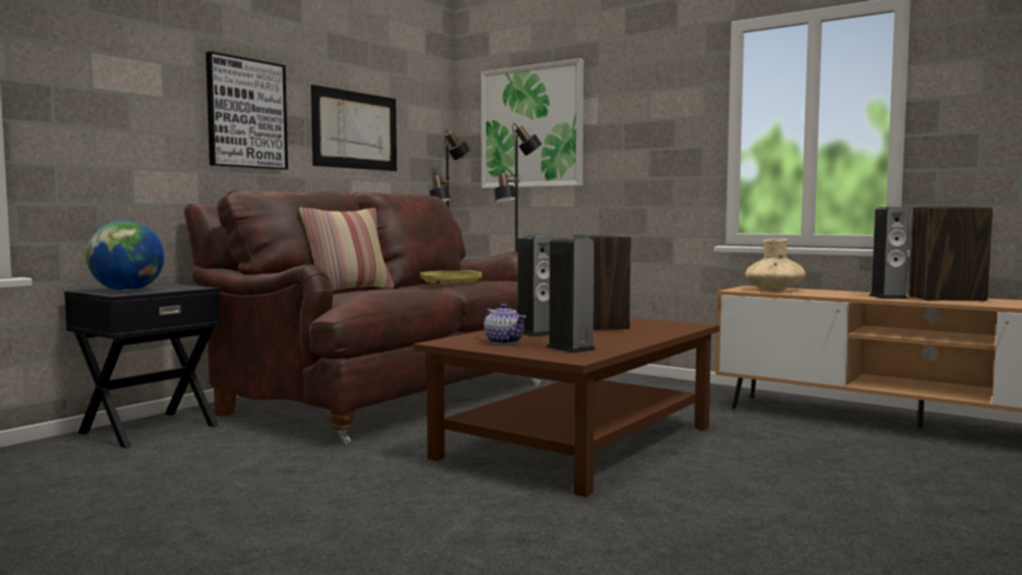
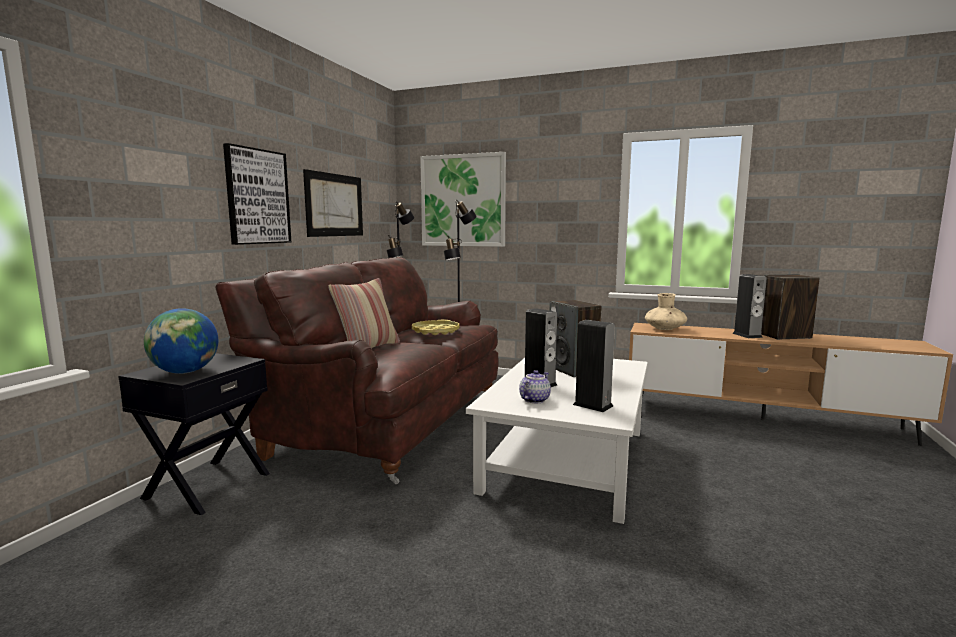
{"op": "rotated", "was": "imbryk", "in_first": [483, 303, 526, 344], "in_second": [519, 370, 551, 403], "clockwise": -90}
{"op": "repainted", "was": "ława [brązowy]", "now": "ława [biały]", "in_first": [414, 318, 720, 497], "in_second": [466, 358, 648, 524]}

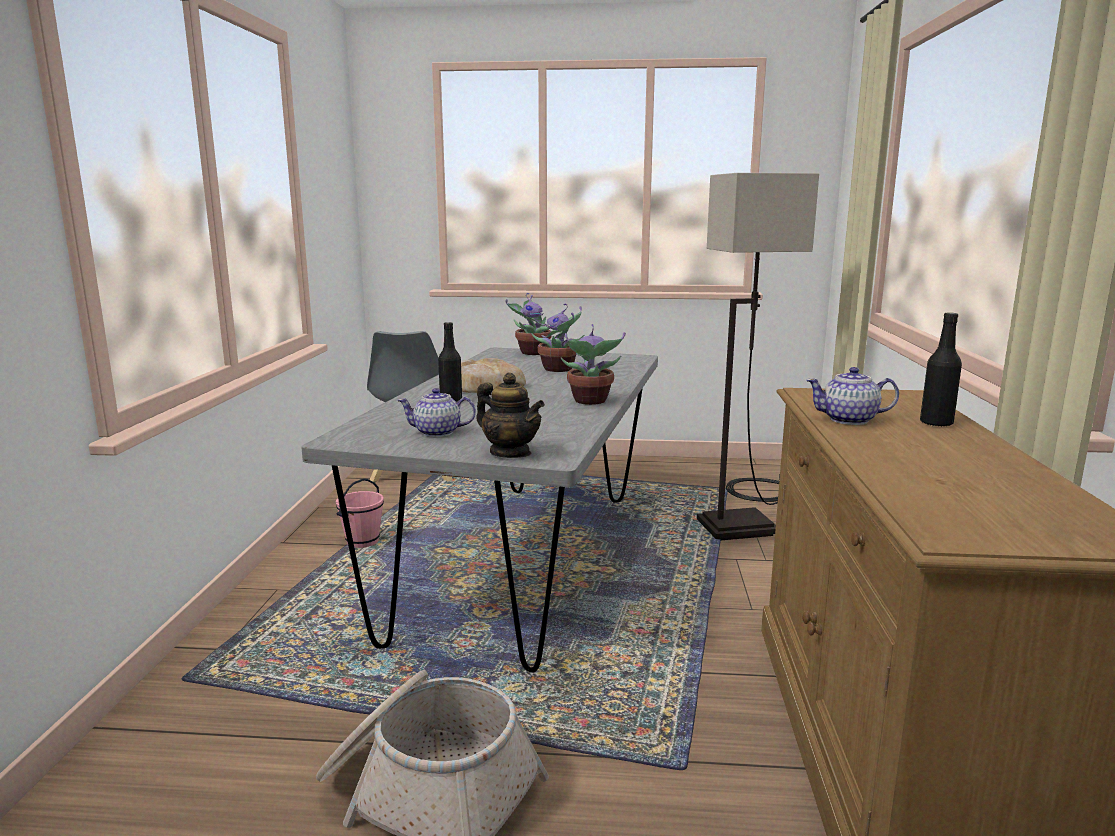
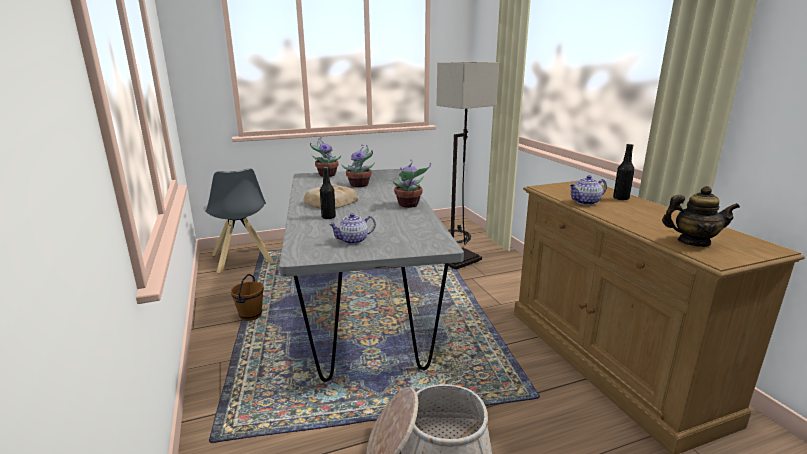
{"op": "shifted", "was": "imbryk", "in_first": [476, 373, 545, 458], "in_second": [662, 186, 740, 247]}
{"op": "repainted", "was": "wiadro [różowy]", "now": "wiadro [brązowy]", "in_first": [336, 478, 384, 548], "in_second": [231, 274, 264, 321]}

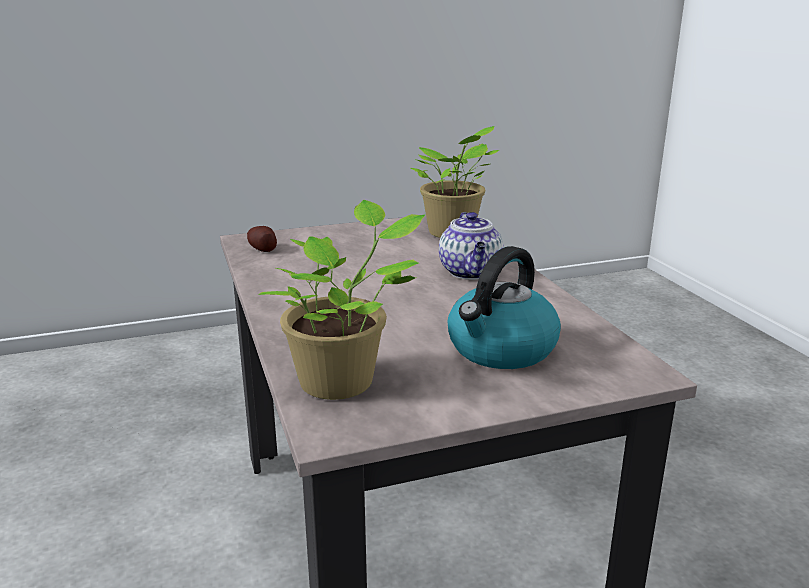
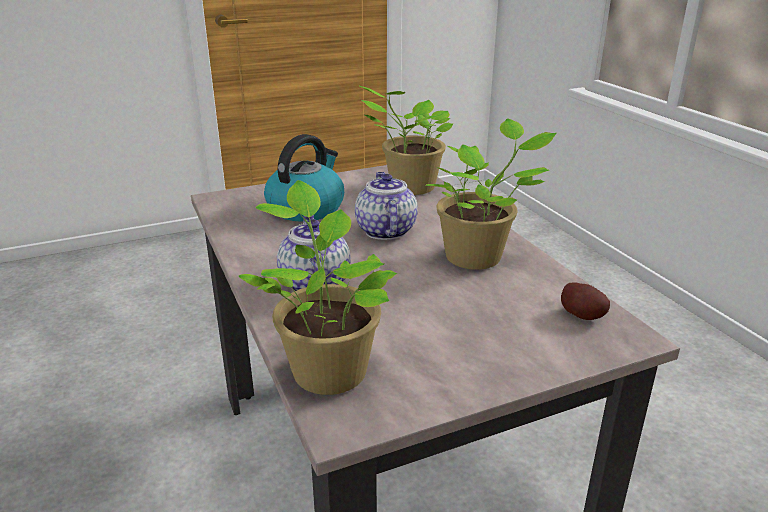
{"op": "new", "now": "roślina doniczkowa", "in_second": [425, 119, 557, 270]}
{"op": "new", "now": "imbryk", "in_second": [355, 172, 418, 240]}

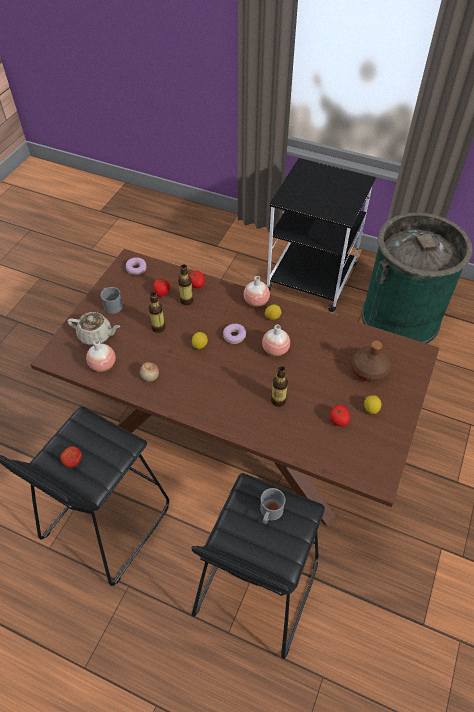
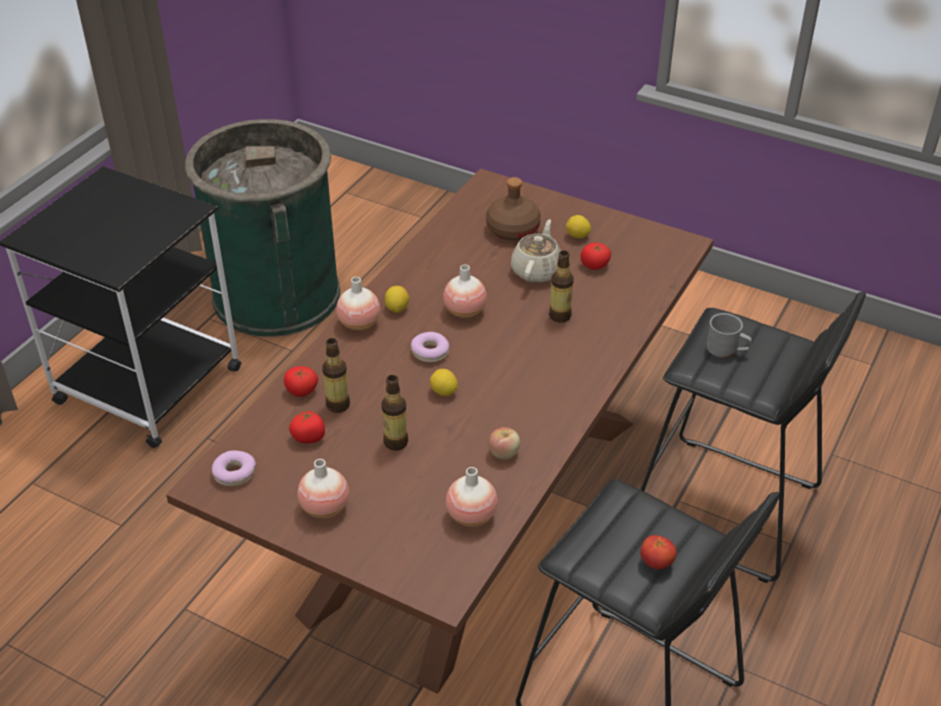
{"op": "swapped", "was": "kubek [szary]", "now": "wazon", "in_first": [101, 287, 123, 314], "in_second": [297, 459, 349, 518]}
{"op": "shifted", "was": "imbryk [beżowy]", "in_first": [67, 312, 120, 345], "in_second": [511, 219, 561, 283]}

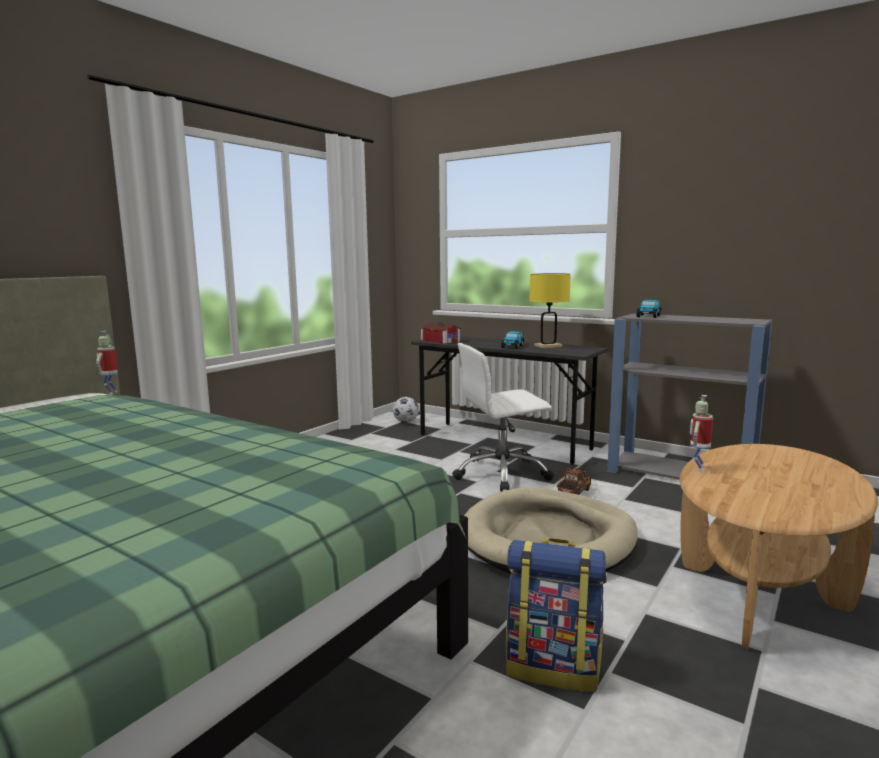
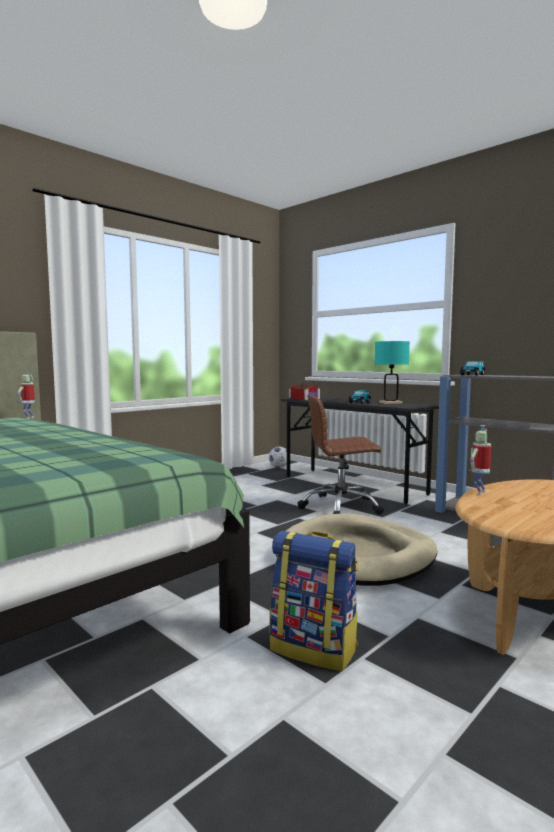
{"op": "repainted", "was": "lampa stołowa [żółty]", "now": "lampa stołowa [turkusowy]", "in_first": [529, 273, 571, 348], "in_second": [375, 341, 410, 404]}
{"op": "repainted", "was": "krzesło biurowe [biały]", "now": "krzesło biurowe [brązowy]", "in_first": [452, 343, 554, 492], "in_second": [297, 395, 384, 514]}
{"op": "gone", "was": "ciężarówka zabawkowa", "in_first": [557, 463, 591, 495]}

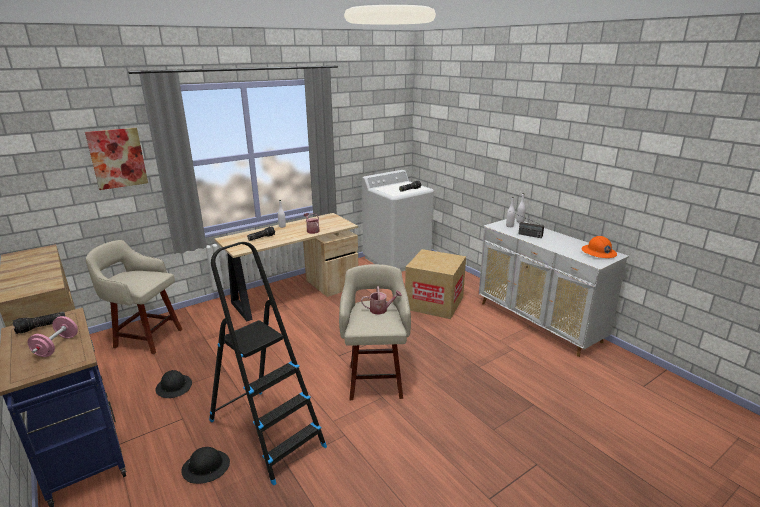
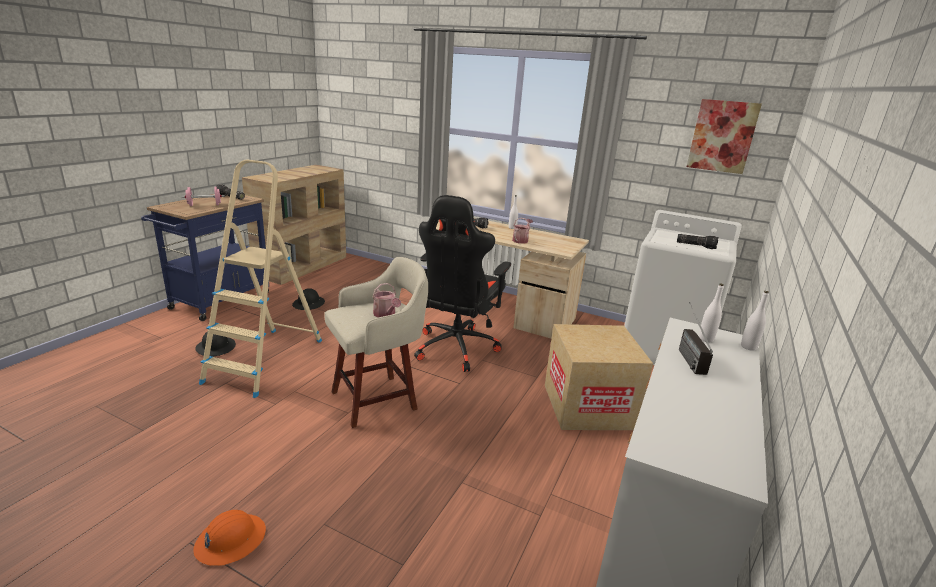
{"op": "shifted", "was": "obraz", "in_first": [85, 128, 148, 190], "in_second": [686, 99, 762, 174]}
{"op": "shifted", "was": "kask [pomarańczowy]", "in_first": [582, 236, 617, 258], "in_second": [193, 510, 266, 566]}
{"op": "gone", "was": "stołek [beżowy]", "in_first": [86, 240, 183, 354]}
{"op": "repainted", "was": "drabinka [czarny]", "now": "drabinka [beżowy]", "in_first": [209, 242, 327, 485], "in_second": [199, 159, 322, 398]}
{"op": "new", "now": "krzesło biurowe [czarny]", "in_second": [414, 195, 511, 372]}

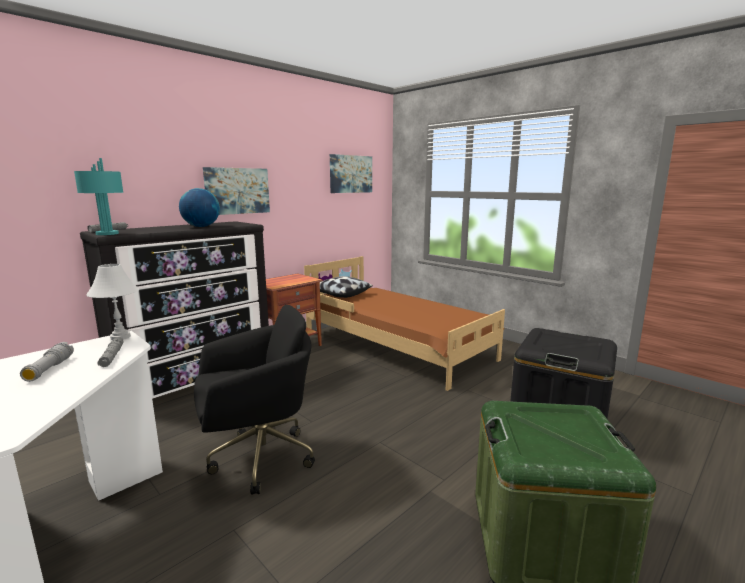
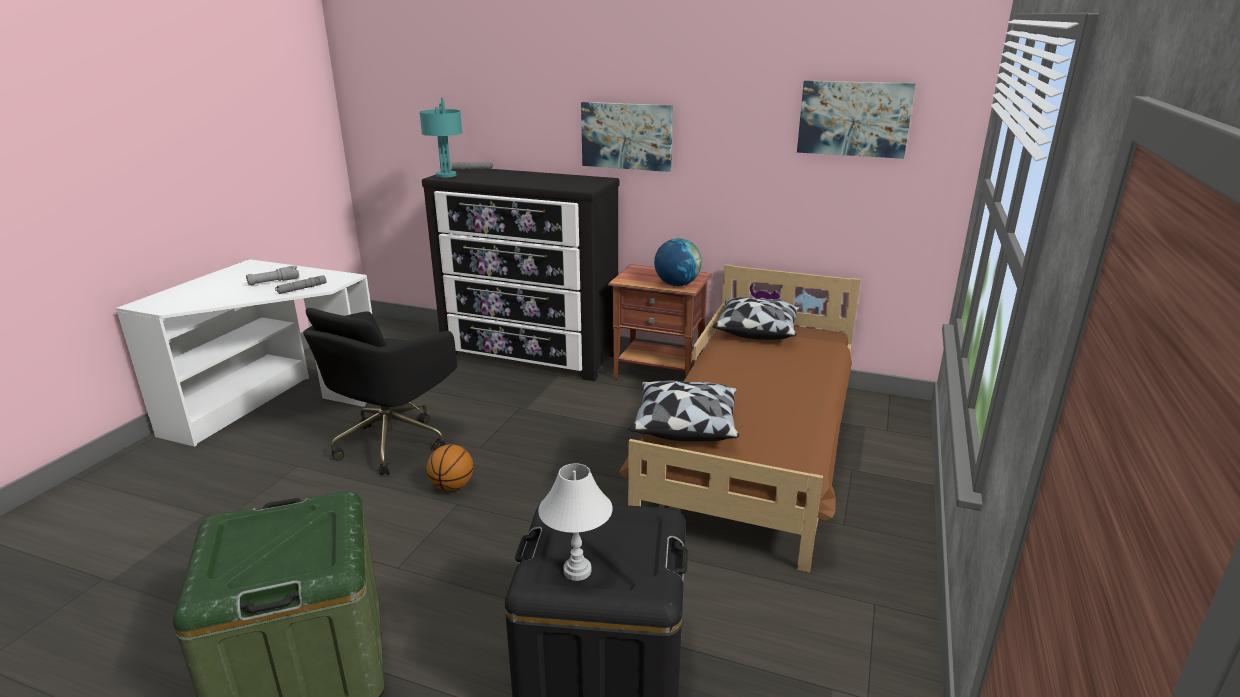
{"op": "shifted", "was": "globus", "in_first": [179, 188, 220, 227], "in_second": [654, 238, 702, 286]}
{"op": "shifted", "was": "lampa stołowa [biały]", "in_first": [86, 264, 139, 340], "in_second": [538, 463, 613, 581]}
{"op": "rotated", "was": "krzesło biurowe [czarny]", "in_first": [194, 305, 315, 495], "in_second": [303, 308, 457, 475], "clockwise": 75}
{"op": "new", "now": "poduszka", "in_second": [629, 380, 739, 441]}
{"op": "new", "now": "piłka do koszykówki", "in_second": [426, 445, 474, 491]}

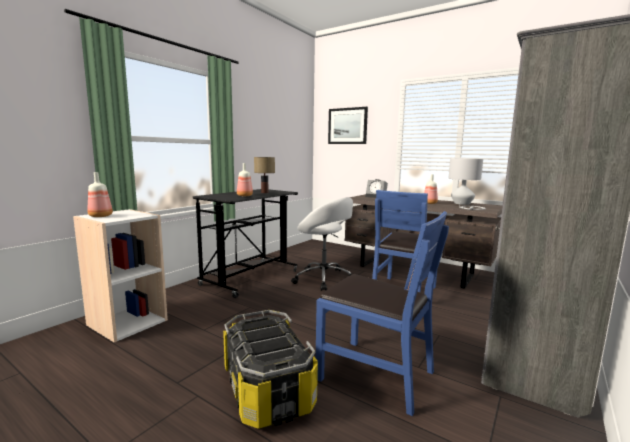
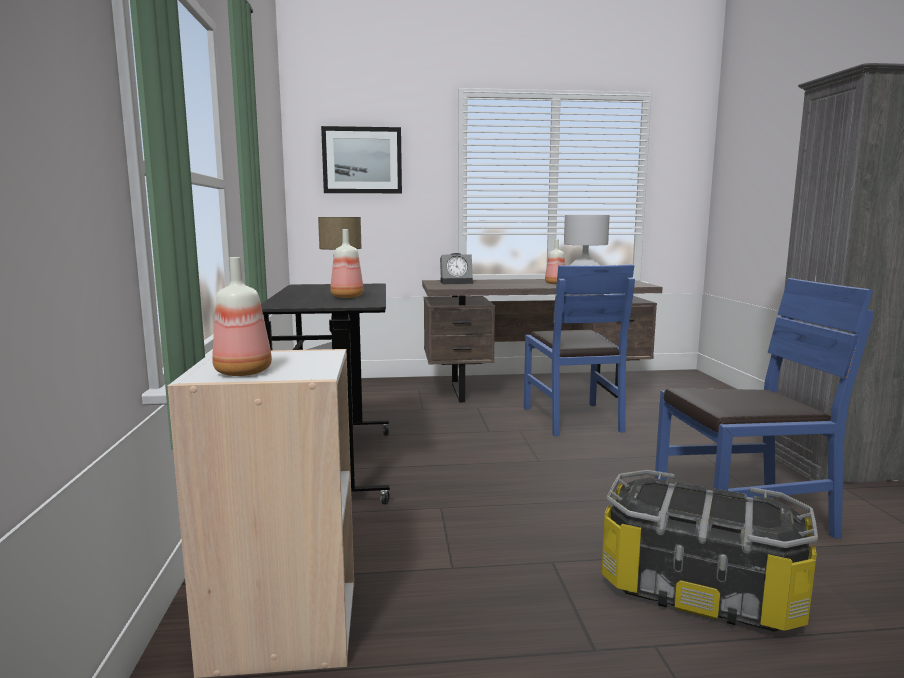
{"op": "gone", "was": "krzesło biurowe [biały]", "in_first": [291, 197, 353, 291]}

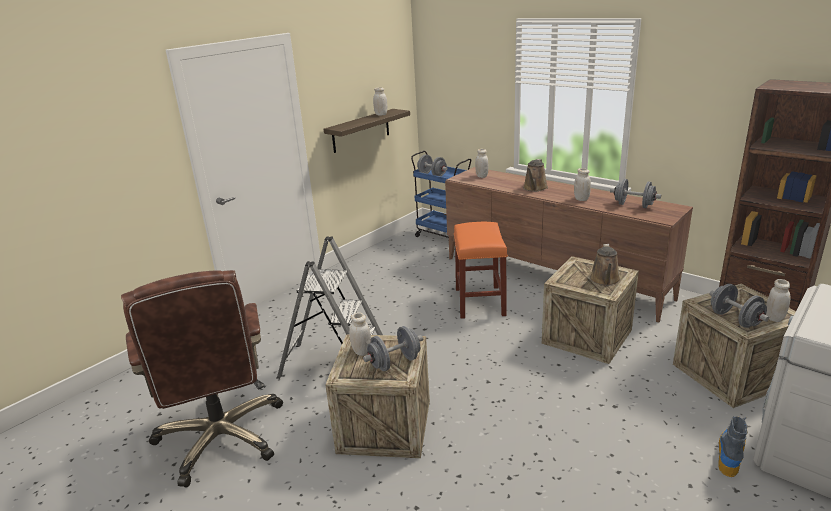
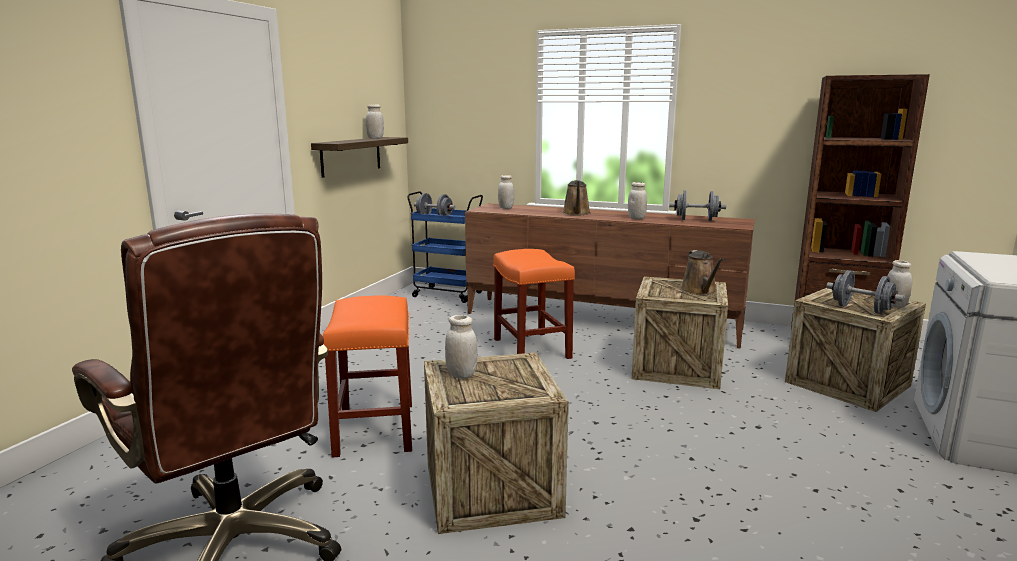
{"op": "swapped", "was": "drabinka [szary]", "now": "stołek [pomarańczowy]", "in_first": [276, 236, 383, 379], "in_second": [323, 295, 412, 457]}
{"op": "gone", "was": "hantel [szary]", "in_first": [363, 326, 423, 371]}
{"op": "gone", "was": "but z cholewką", "in_first": [718, 416, 748, 477]}

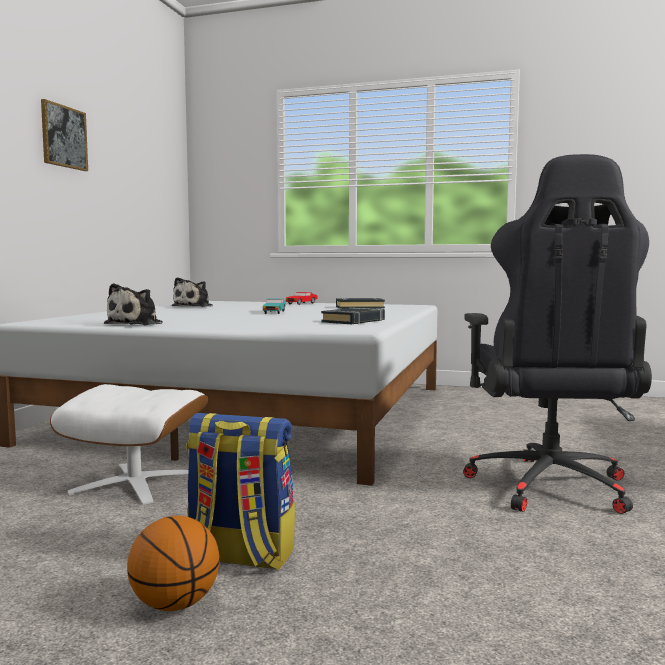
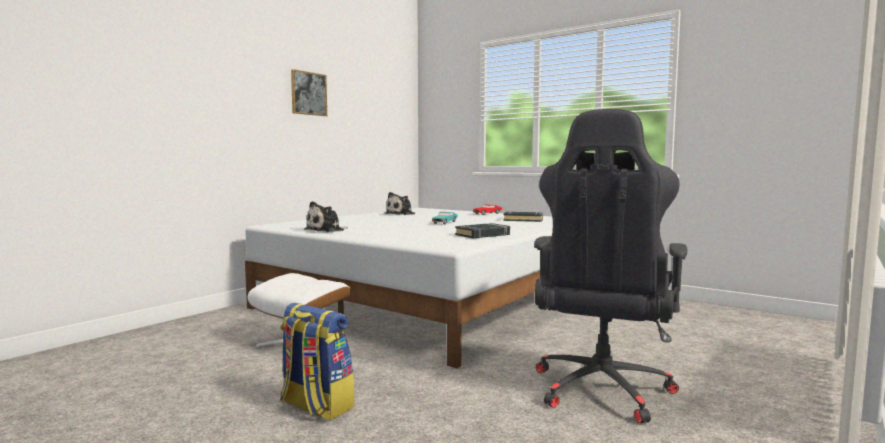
{"op": "gone", "was": "piłka do koszykówki", "in_first": [127, 516, 220, 611]}

